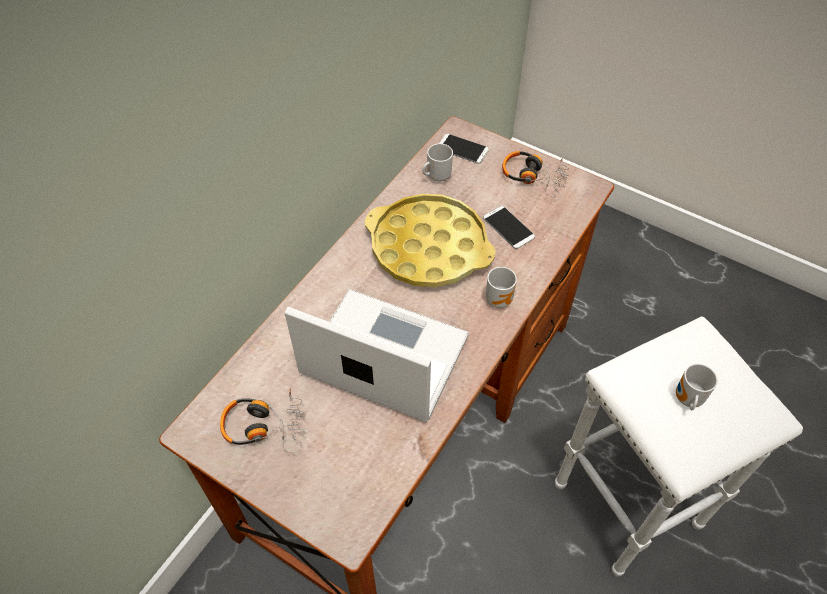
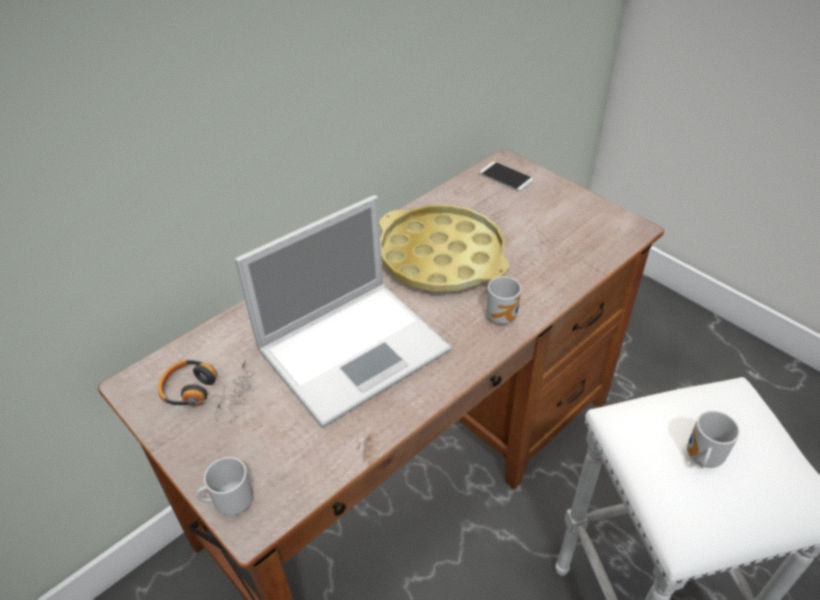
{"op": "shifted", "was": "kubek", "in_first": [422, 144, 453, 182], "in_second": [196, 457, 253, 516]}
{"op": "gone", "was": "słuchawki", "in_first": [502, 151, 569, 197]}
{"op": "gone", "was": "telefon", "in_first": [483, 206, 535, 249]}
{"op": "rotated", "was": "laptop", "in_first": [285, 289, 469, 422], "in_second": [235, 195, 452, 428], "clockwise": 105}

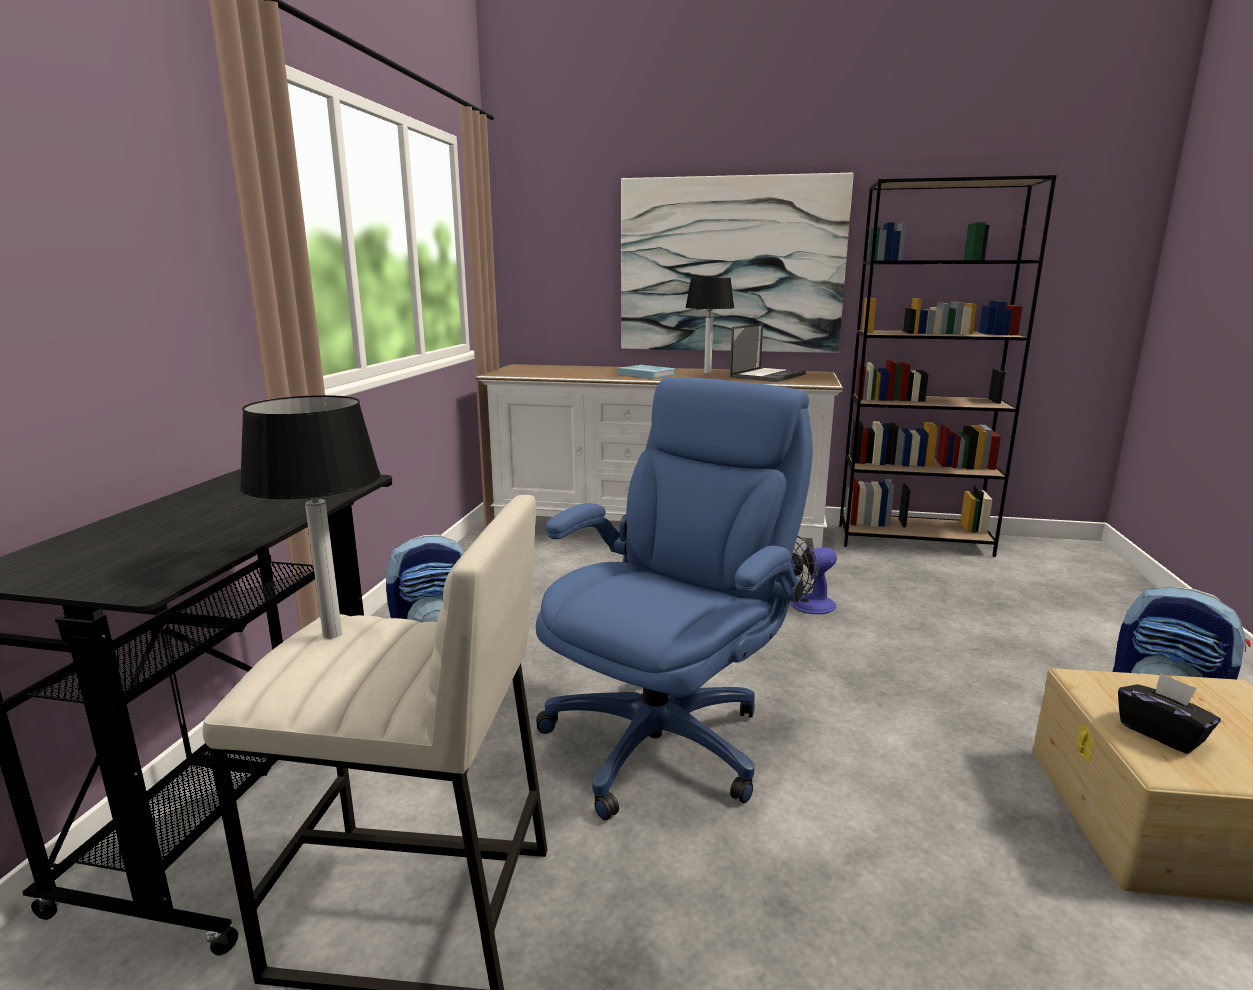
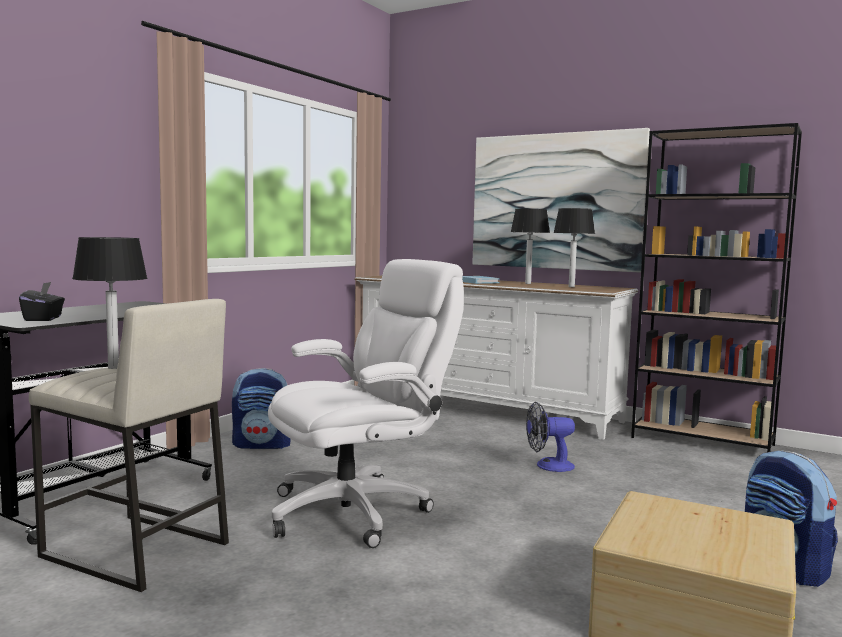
{"op": "swapped", "was": "laptop", "now": "lampa stołowa", "in_first": [730, 323, 806, 382], "in_second": [553, 208, 595, 287]}
{"op": "repainted", "was": "krzesło biurowe [niebieski]", "now": "krzesło biurowe [biały]", "in_first": [536, 377, 813, 820], "in_second": [268, 259, 464, 548]}
{"op": "shifted", "was": "pudełko chusteczek [czarny]", "in_first": [1118, 673, 1221, 754], "in_second": [19, 282, 65, 321]}

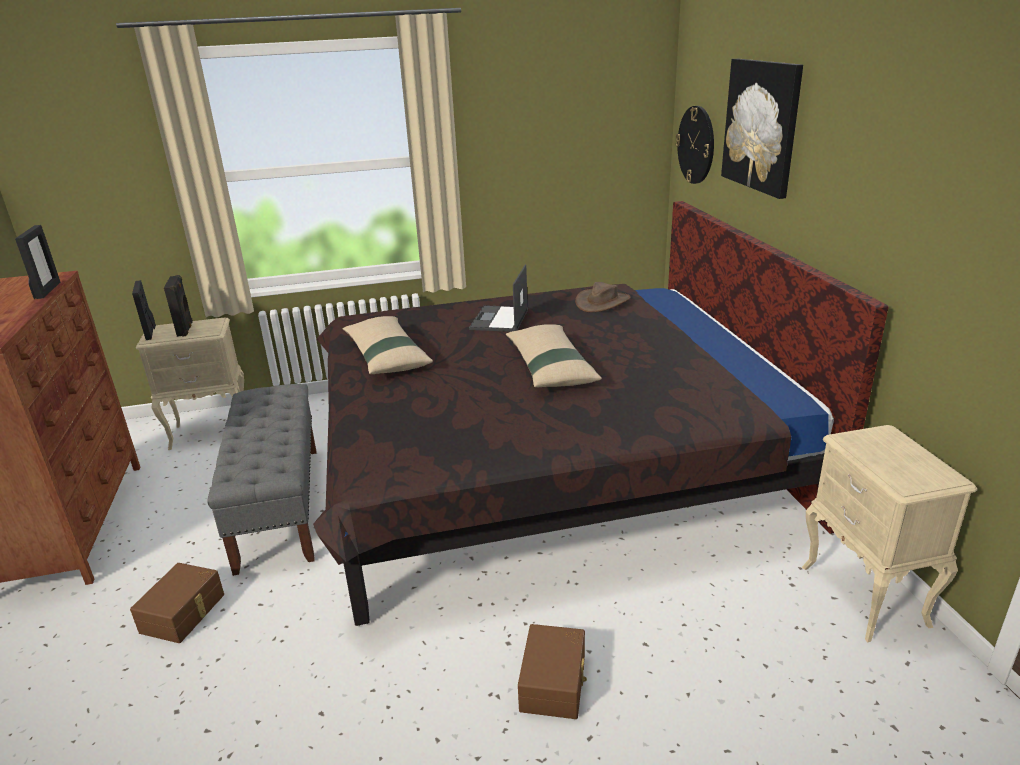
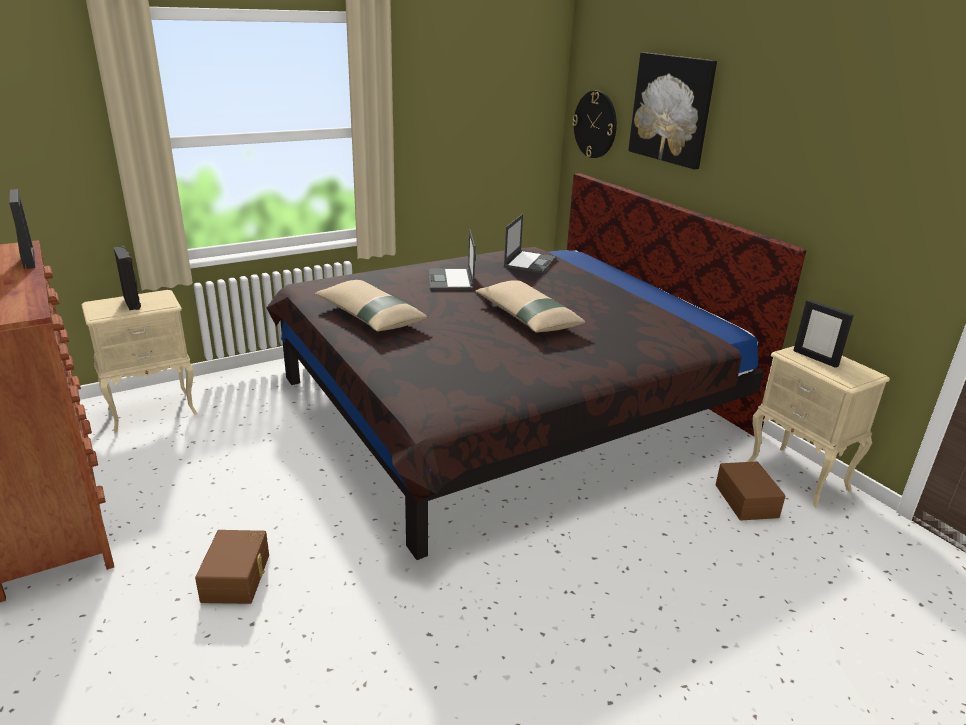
{"op": "shifted", "was": "ramka na zdjęcie", "in_first": [132, 280, 156, 340], "in_second": [793, 299, 854, 368]}
{"op": "swapped", "was": "kapelusz [brązowy]", "now": "laptop", "in_first": [575, 282, 631, 312], "in_second": [504, 214, 557, 274]}
{"op": "gone", "was": "ławka [szary]", "in_first": [207, 384, 317, 576]}
{"op": "shifted", "was": "pojemnik do przechowywania [brązowy]", "in_first": [518, 624, 587, 719], "in_second": [716, 462, 786, 520]}

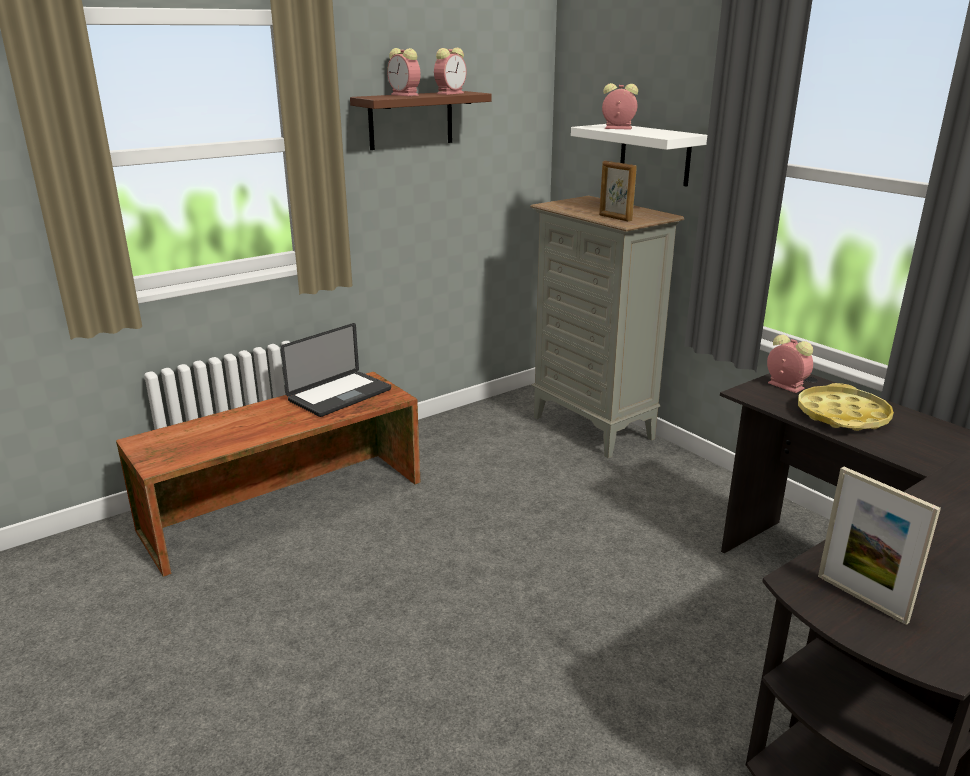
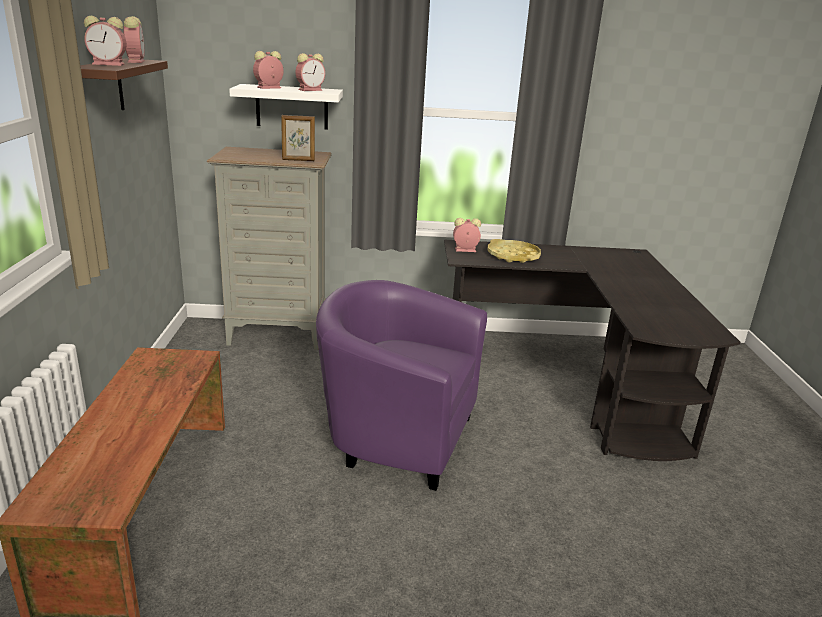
{"op": "gone", "was": "laptop", "in_first": [281, 323, 391, 417]}
{"op": "gone", "was": "ramka na zdjęcie", "in_first": [818, 467, 941, 625]}
{"op": "new", "now": "budzik", "in_second": [295, 53, 325, 91]}
{"op": "new", "now": "fotel [fioletowy]", "in_second": [316, 280, 487, 491]}

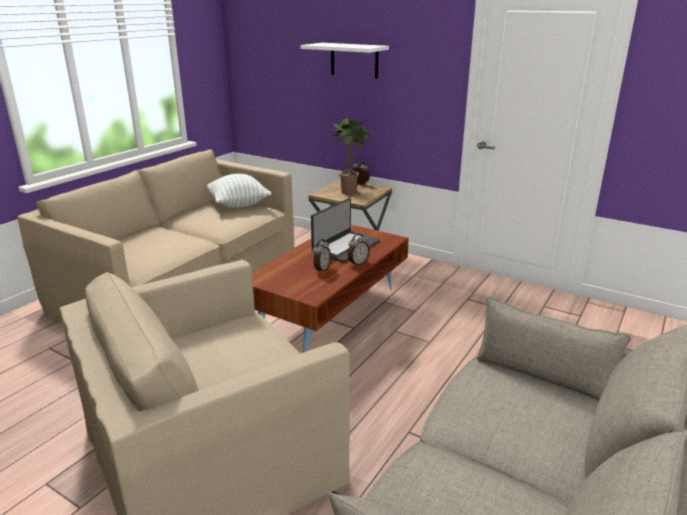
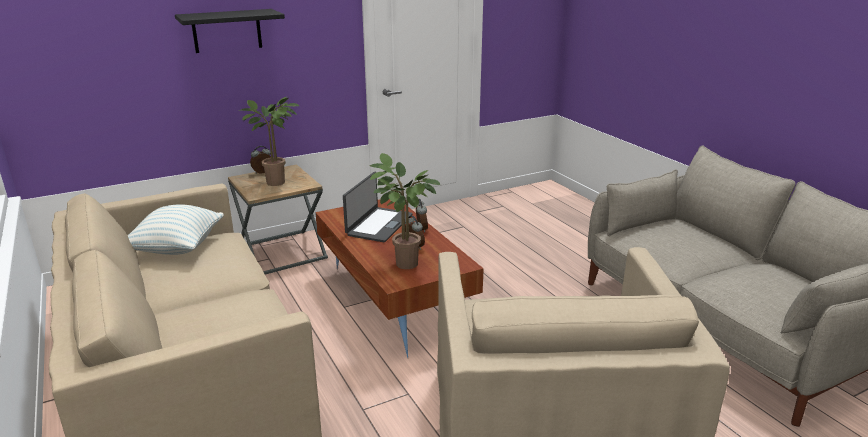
{"op": "repainted", "was": "półka [biały]", "now": "półka [czarny]", "in_first": [300, 43, 389, 79], "in_second": [175, 9, 285, 53]}
{"op": "rotated", "was": "laptop", "in_first": [311, 198, 380, 263], "in_second": [343, 172, 413, 242], "clockwise": 45}
{"op": "new", "now": "roślina doniczkowa", "in_second": [369, 153, 440, 269]}

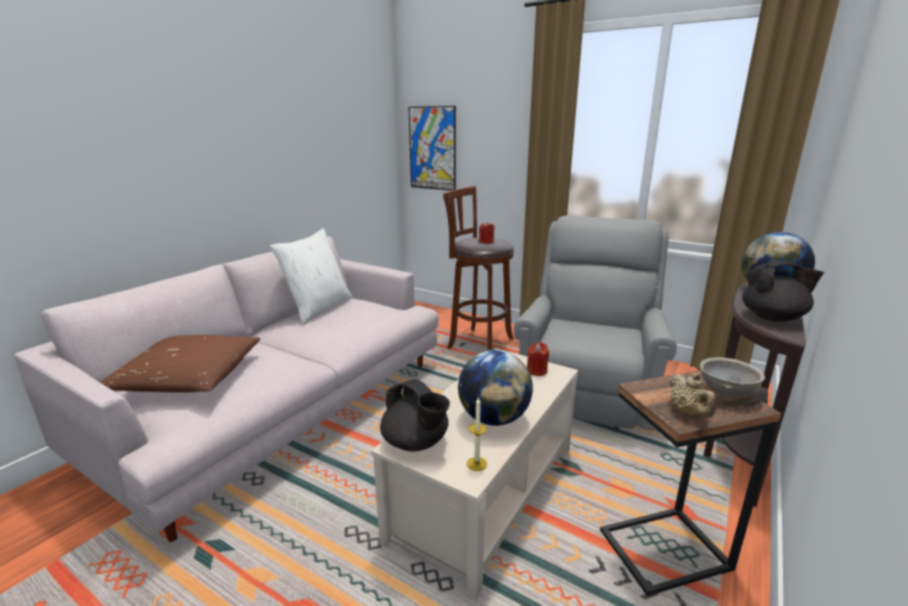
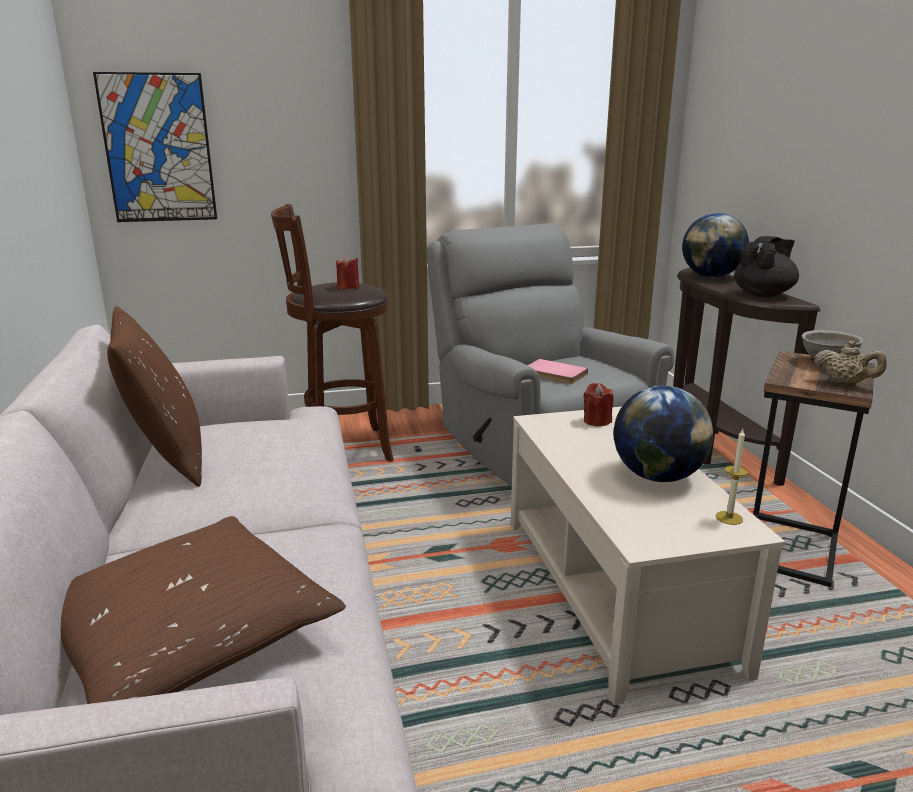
{"op": "repainted", "was": "poduszka [biały]", "now": "poduszka [brązowy]", "in_first": [270, 229, 352, 325], "in_second": [107, 306, 202, 487]}
{"op": "gone", "was": "imbryk [czarny]", "in_first": [380, 379, 450, 452]}
{"op": "new", "now": "książka [różowy]", "in_second": [528, 359, 588, 384]}

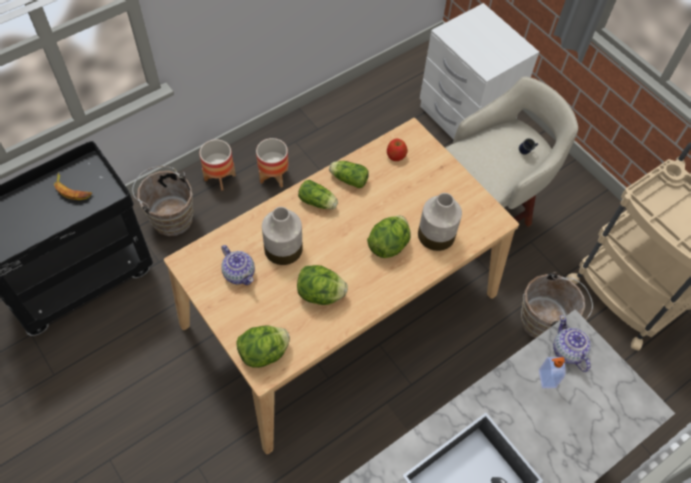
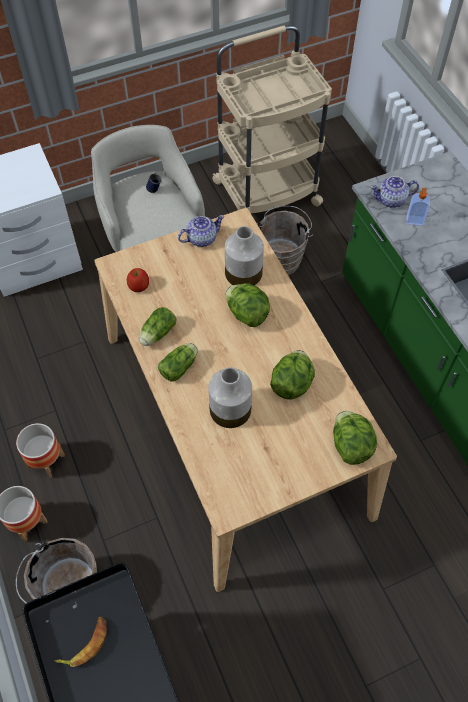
{"op": "shifted", "was": "imbryk", "in_first": [221, 245, 255, 285], "in_second": [178, 215, 225, 247]}

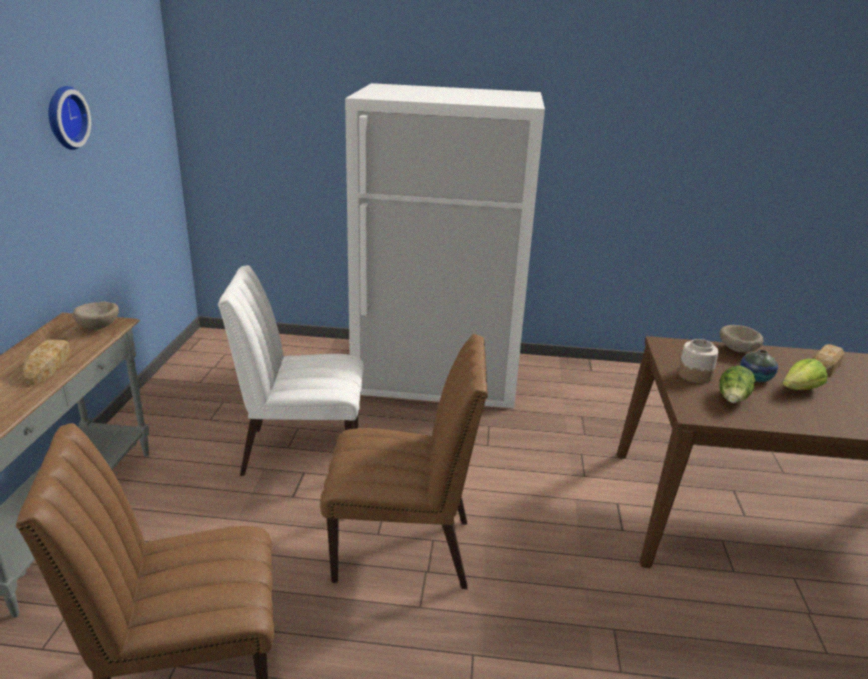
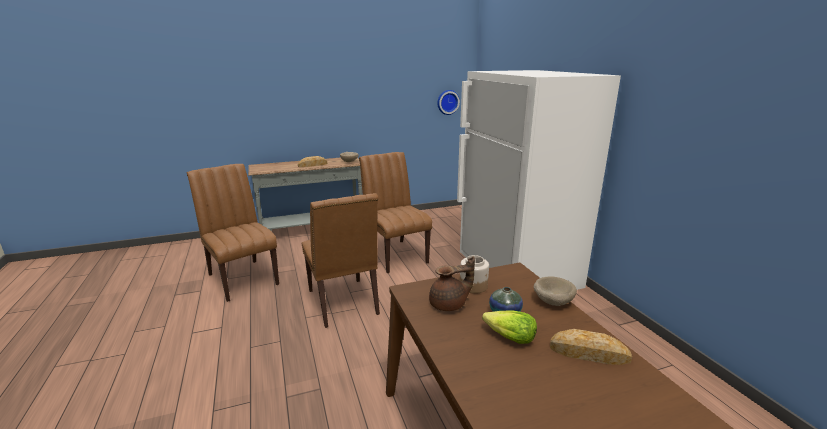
{"op": "shifted", "was": "zegar ścienny", "in_first": [49, 86, 91, 150], "in_second": [437, 90, 460, 115]}
{"op": "repainted", "was": "krzesło [biały]", "now": "krzesło [brązowy]", "in_first": [218, 265, 364, 476], "in_second": [359, 152, 432, 273]}
{"op": "swapped", "was": "sałata", "now": "imbryk [brązowy]", "in_first": [720, 366, 755, 403], "in_second": [429, 257, 475, 311]}

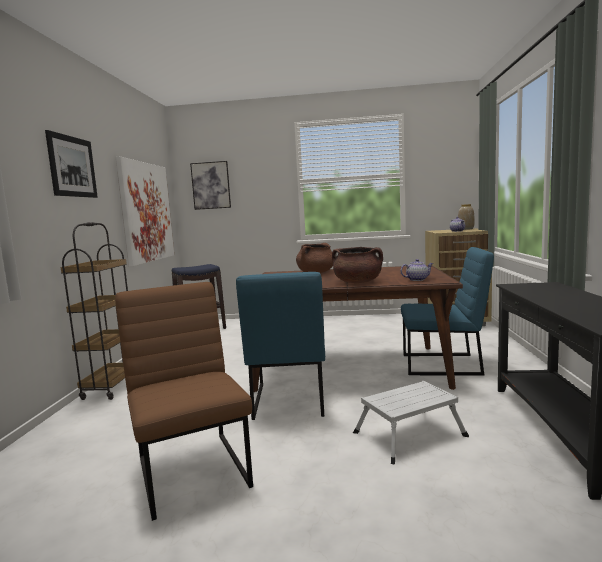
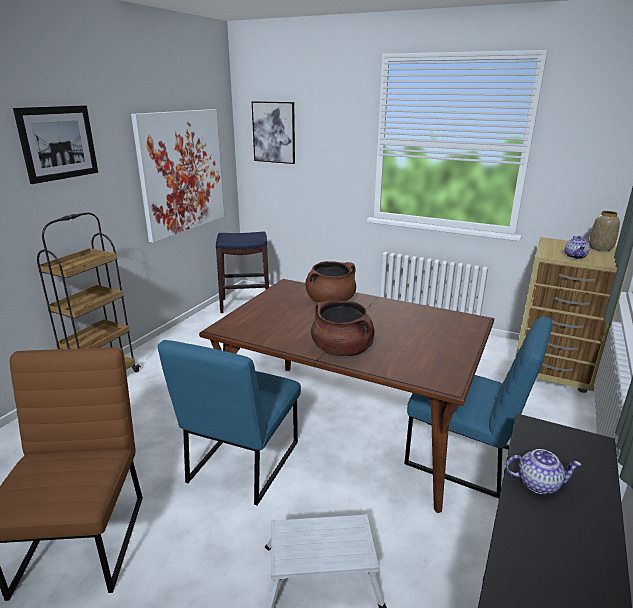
{"op": "shifted", "was": "imbryk", "in_first": [400, 259, 434, 281], "in_second": [505, 449, 582, 494]}

